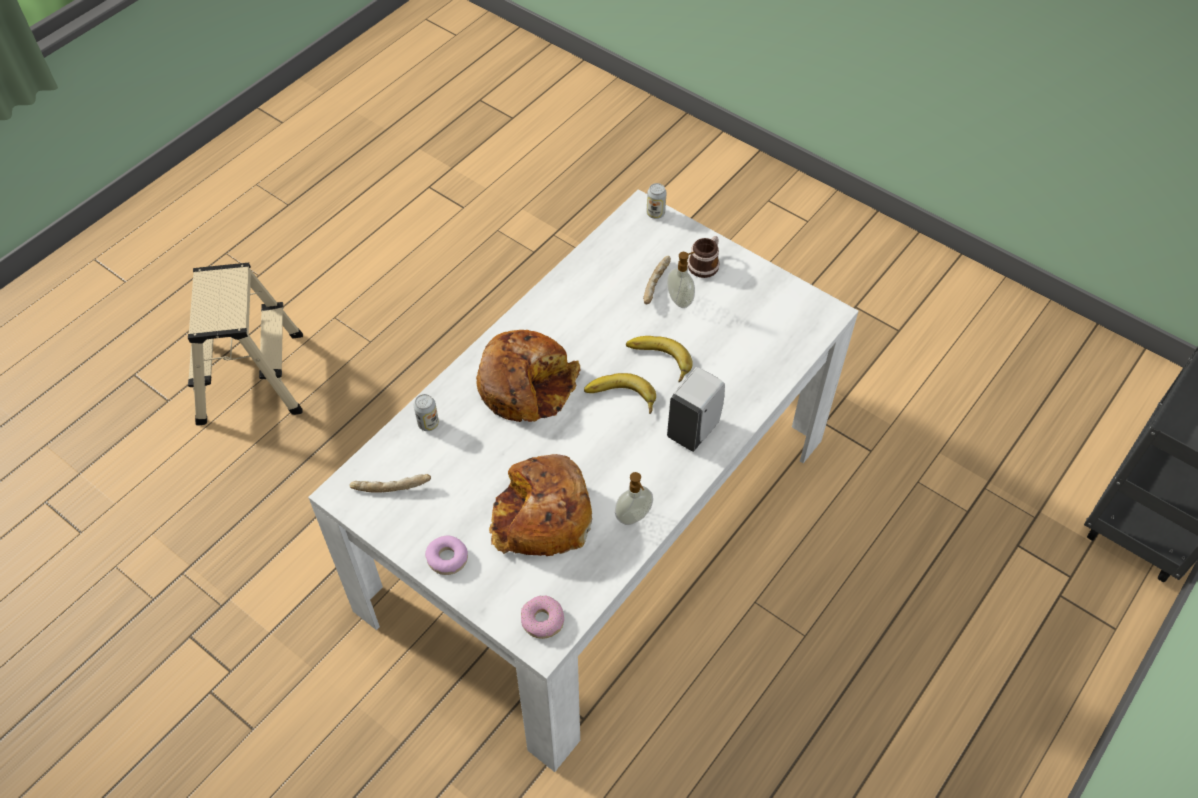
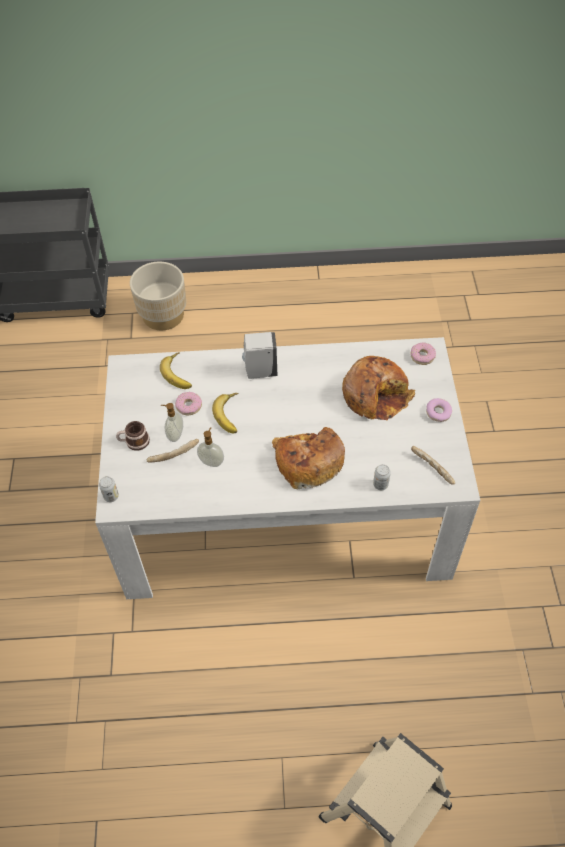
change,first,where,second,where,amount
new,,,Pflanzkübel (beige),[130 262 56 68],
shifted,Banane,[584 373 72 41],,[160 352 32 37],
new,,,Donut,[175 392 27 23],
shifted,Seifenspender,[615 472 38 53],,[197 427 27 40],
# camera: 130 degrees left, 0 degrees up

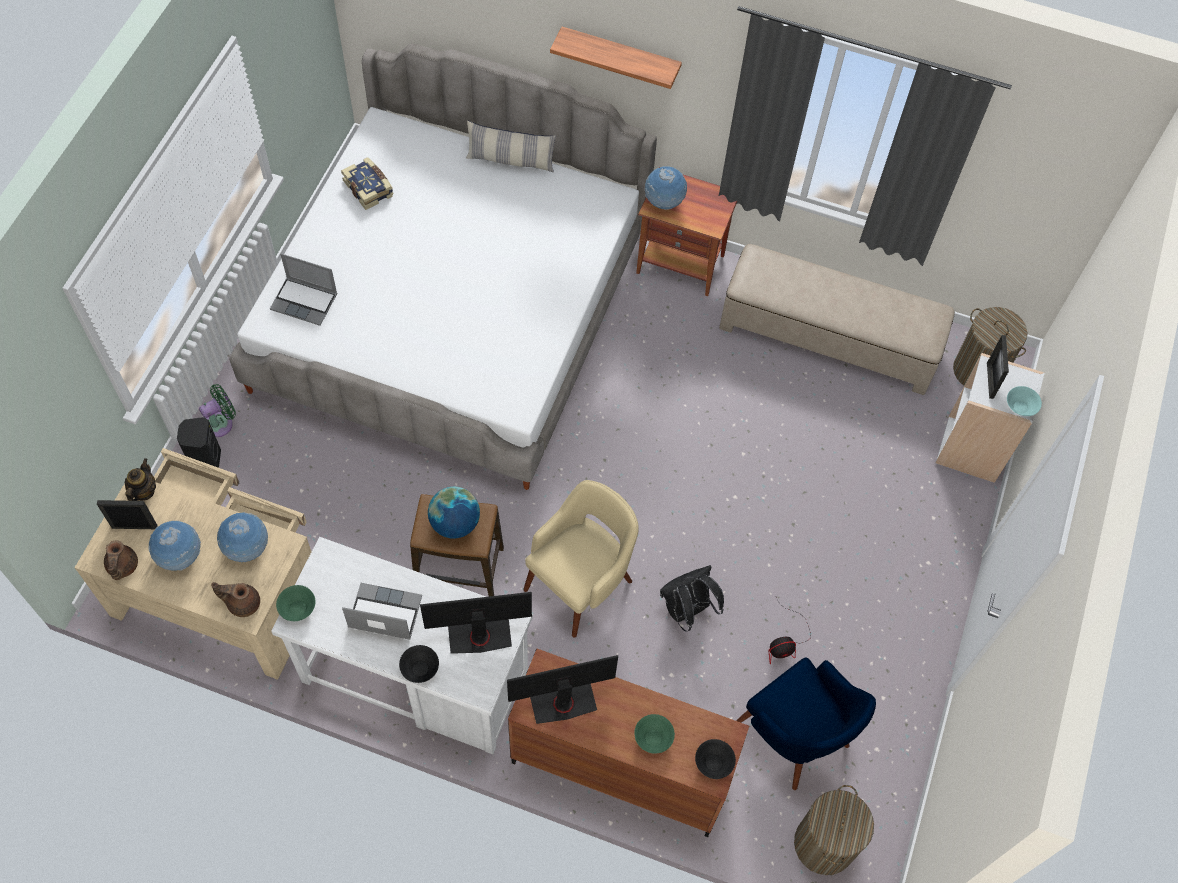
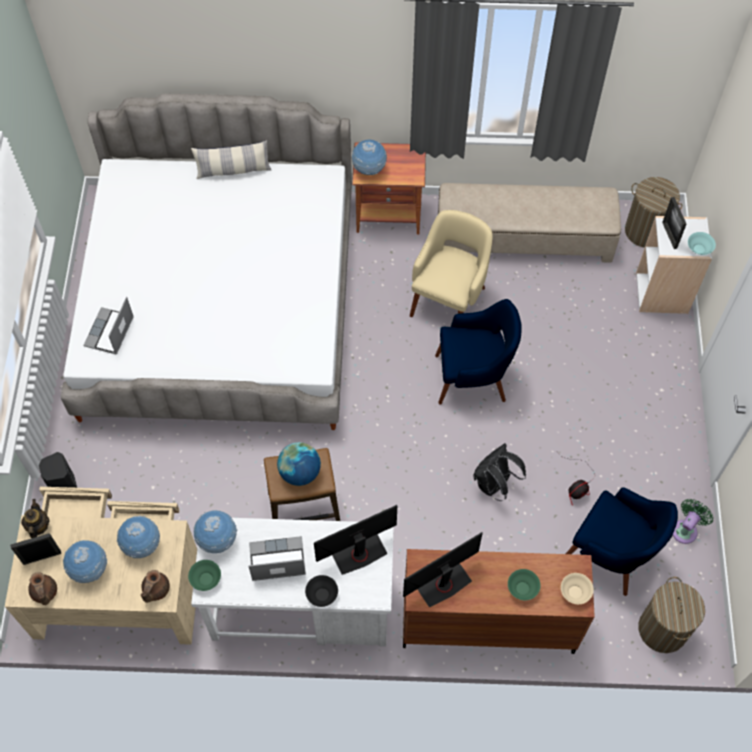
change,first,where,second,where,amount
rotated,Laptop,[270 253 67 73],,[83 297 51 58],105 degrees clockwise
rotated,Teekanne (braun),[211 582 49 35],,[141 570 29 33],60 degrees counterclockwise
new,,,Globus,[194 510 44 43],
shifted,Sessel (beige),[523 480 116 157],,[410 210 83 107],
new,,,Sessel (blau),[435 299 87 106],
repainted,Schüssel (schwarz),[695 739 41 40],Schüssel (beige),[561 573 33 31],
shifted,Ventilator (grün),[199 384 37 53],,[673 499 40 45],
gone,Buch,[341 157 53 53],,,
gone,Wandregal,[550 27 132 62],,,
# camera: 15 degrees left, 0 degrees up

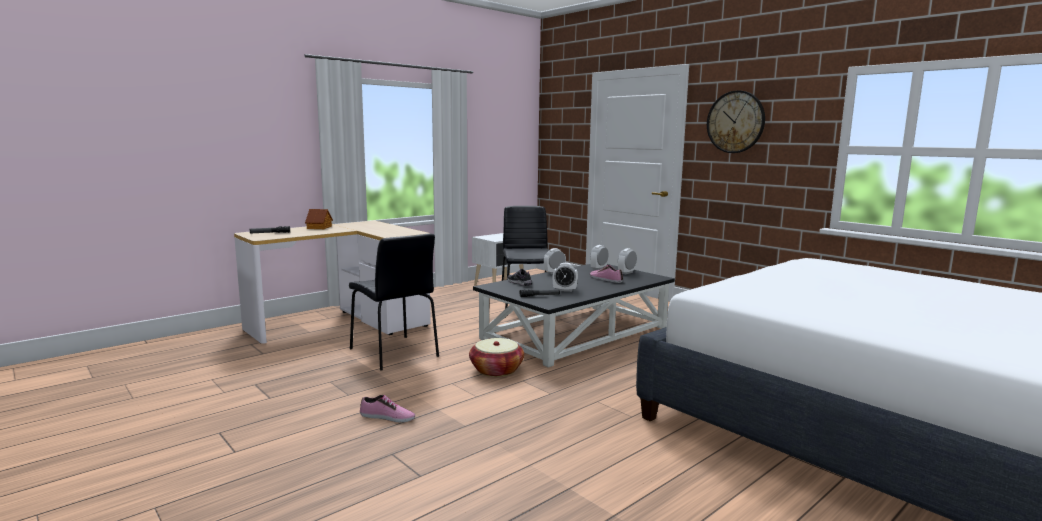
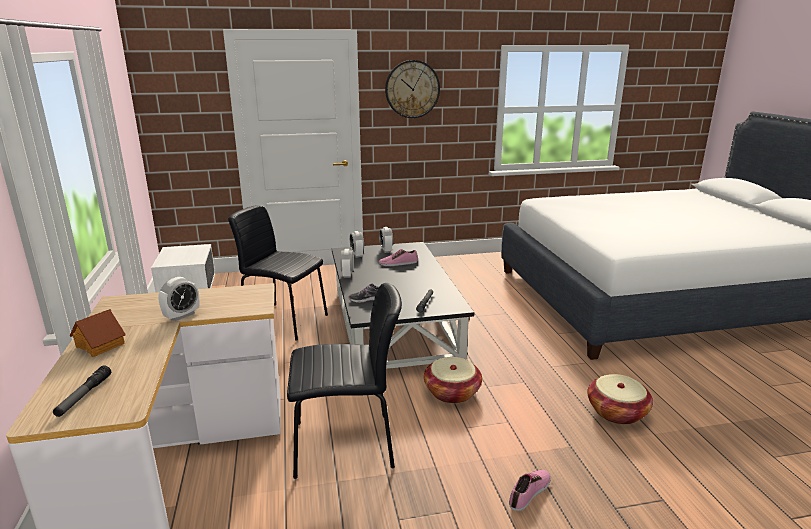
change,first,where,second,where,amount
shifted,Wecker,[553 263 25 29],,[158 277 41 44],
new,,,Korb,[587 374 66 51],
# camera: 60 degrees left, 10 degrees up

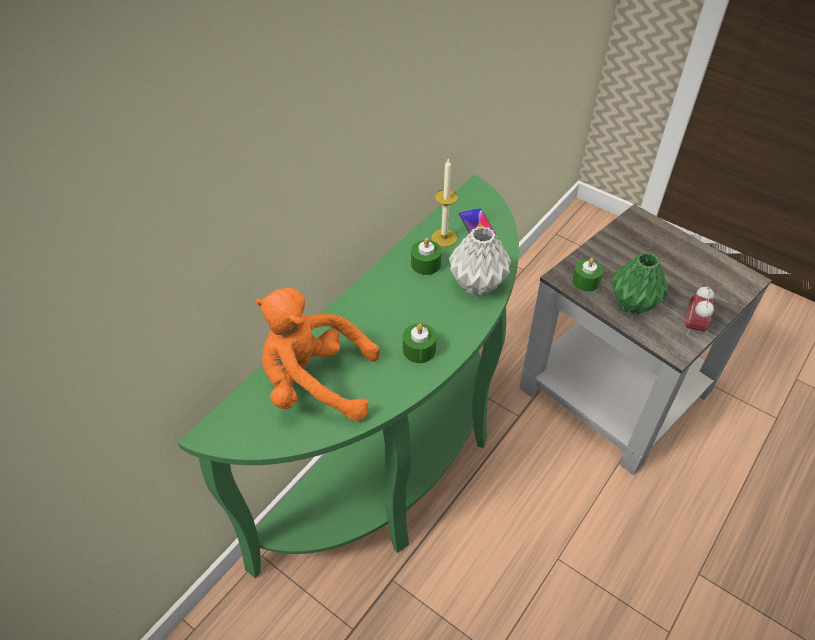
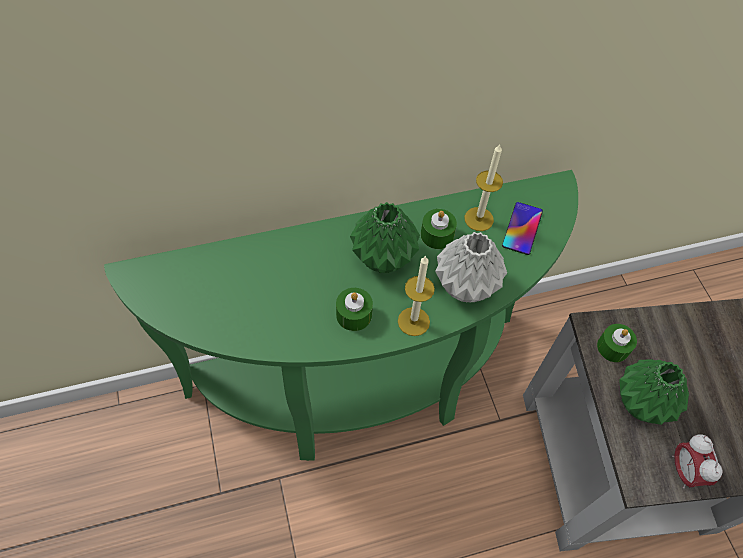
change,first,where,second,where,amount
new,,,Vase (grün),[350 202 70 71],
new,,,Kerze,[398 256 37 80],
rotated,Wecker,[685 286 29 49],,[672 434 50 55],60 degrees counterclockwise
gone,Plüschtier (orange),[255 287 125 134],,,
# camera: 35 degrees right, 10 degrees up

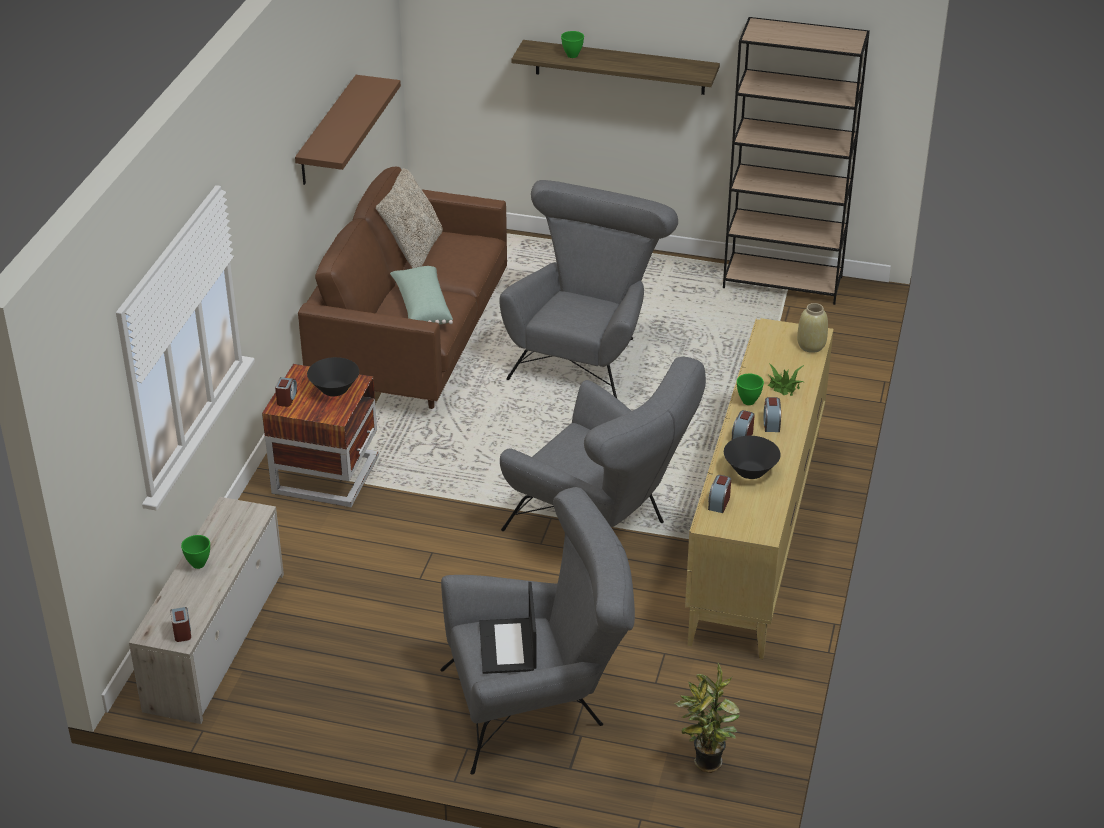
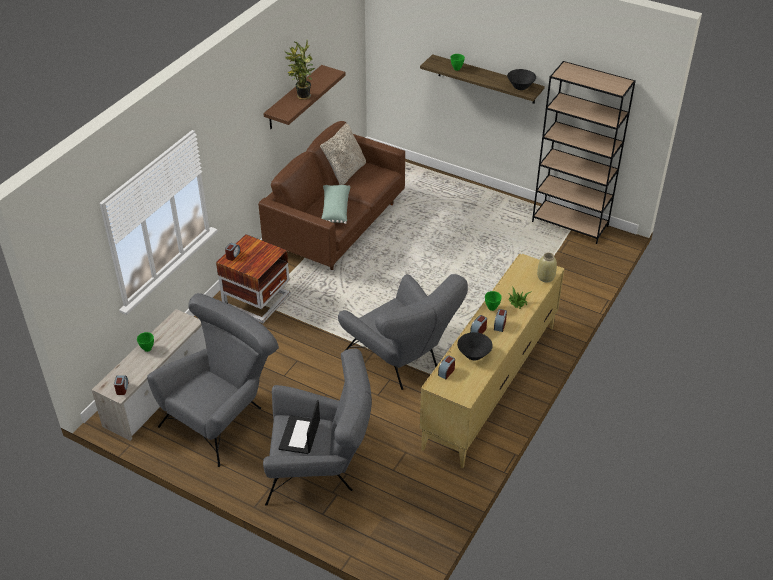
change,first,where,second,where,amount
shifted,Sessel (grau),[499 180 179 218],,[147 293 132 174],
shifted,Topfpflanze,[675 663 65 110],,[285 41 30 59],
shifted,Schüssel (schwarz),[307 357 52 39],,[507 69 29 21],
# camera: 15 degrees right, 5 degrees up

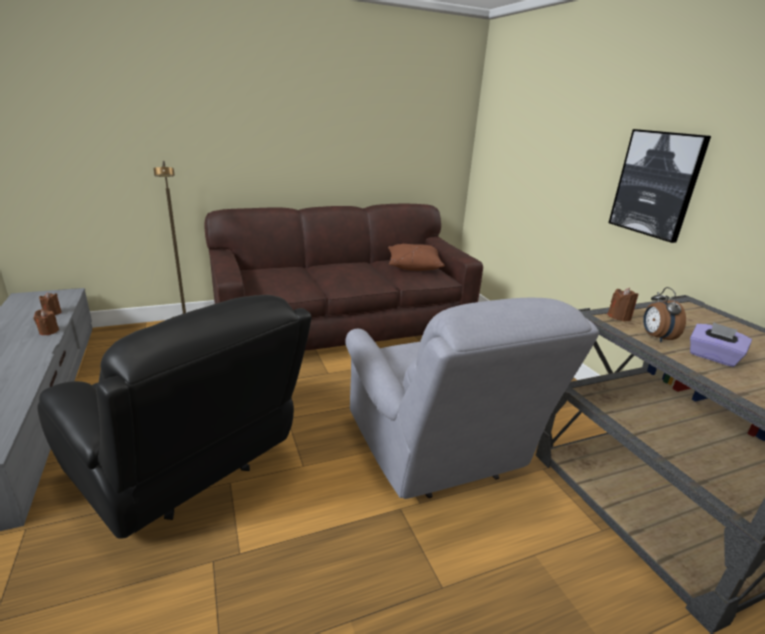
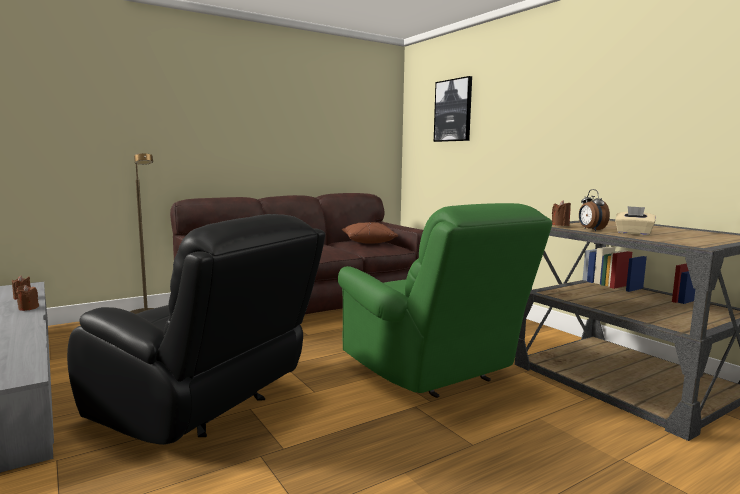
change,first,where,second,where,amount
repainted,Sessel (grau),[345 298 254 201],Sessel (grün),[338 203 214 195],
shifted,Bild,[609 129 102 114],,[434 76 38 66],
repainted,Taschentuchbox (lila),[690 322 62 45],Taschentuchbox (beige),[615 206 41 29],
# camera: 10 degrees left, 15 degrees down

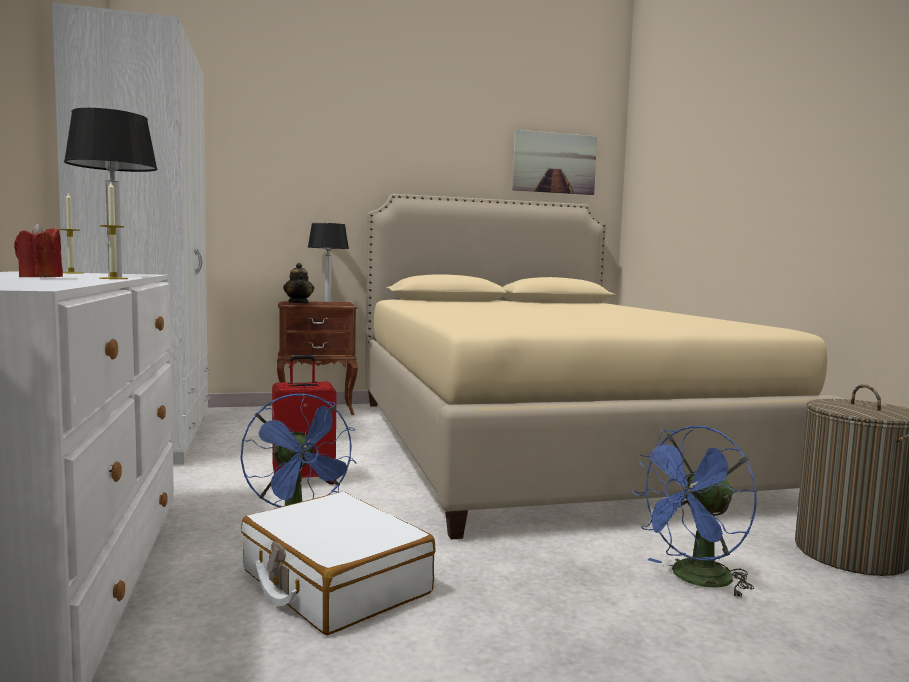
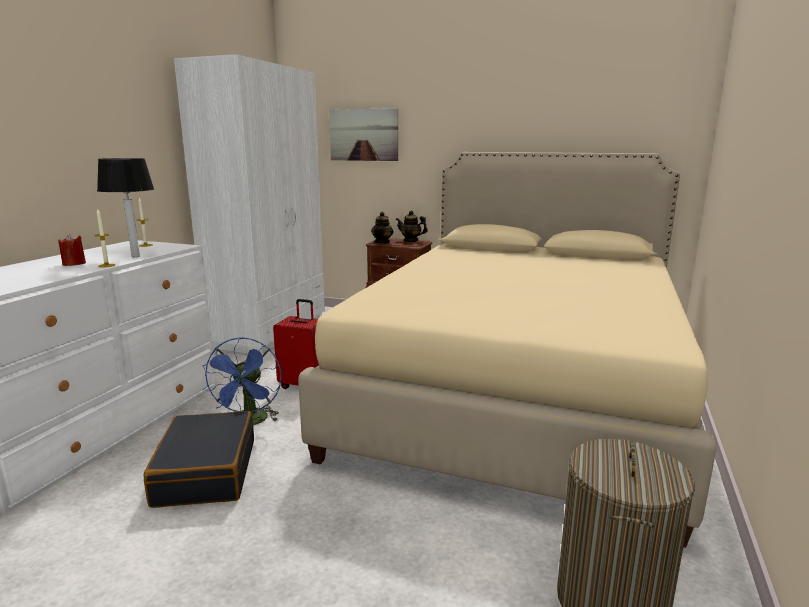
change,first,where,second,where,amount
repainted,Koffer (weiß),[241 491 195 144],Koffer (schwarz),[144 411 110 97],
shifted,Bild,[512 130 85 65],,[329 108 69 53],
swapped,Tischlampe,[307 223 42 79],Teekanne,[396 210 32 32],
gone,Ventilator (blau),[631 426 126 173],,,
# camera: 35 degrees right, 10 degrees up

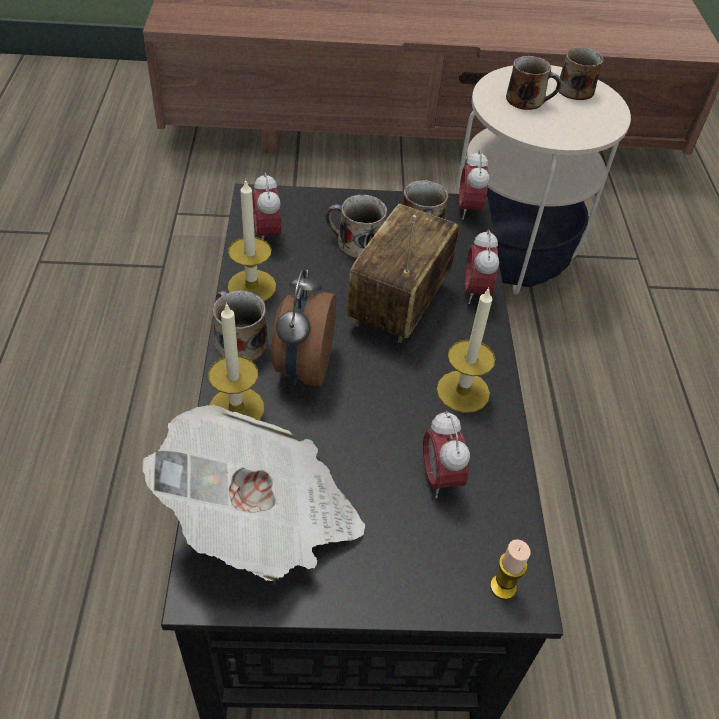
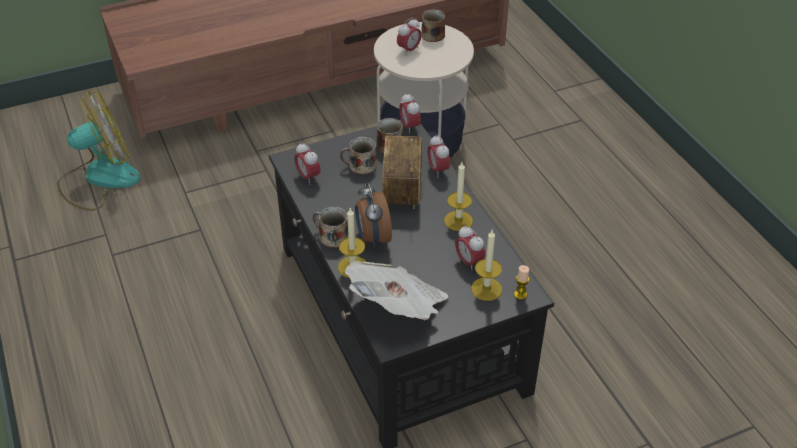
change,first,where,second,where,amount
new,,,Ventilator,[58 91 83 120],
swapped,Henkelbecher,[506 56 55 54],Wecker,[397 17 25 39],
shifted,Kerze,[228 179 48 123],,[471 230 31 71],
# camera: 20 degrees left, 5 degrees down

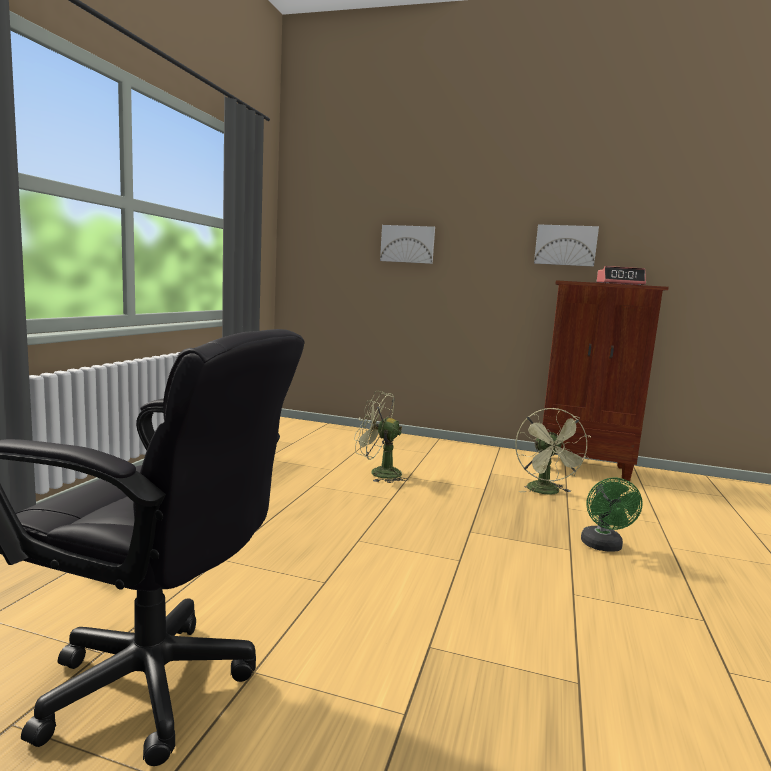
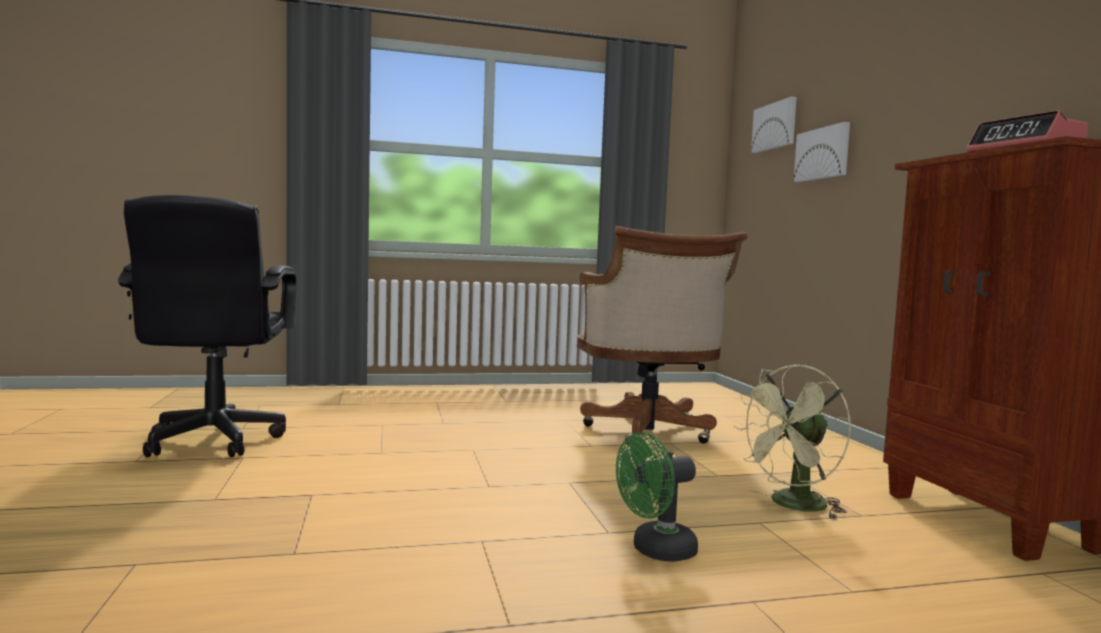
change,first,where,second,where,amount
swapped,Ventilator (grün),[354 391 53 92],Bürostuhl,[577 226 171 220],
shifted,Bild,[534 224 65 43],,[751 97 46 56],
# camera: 60 degrees right, 5 degrees down

